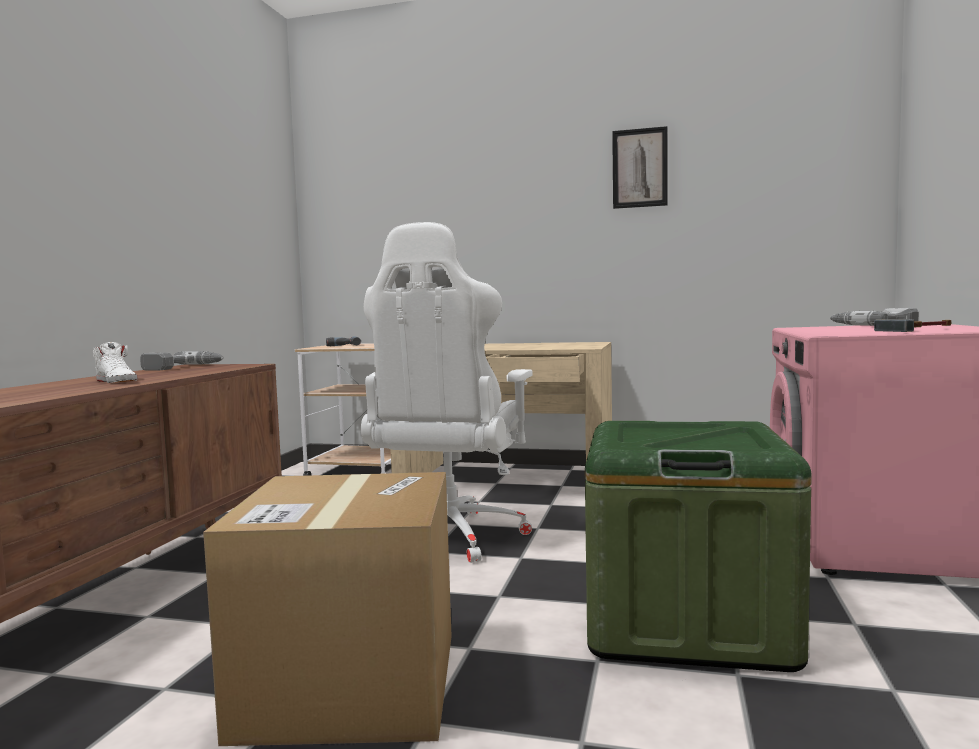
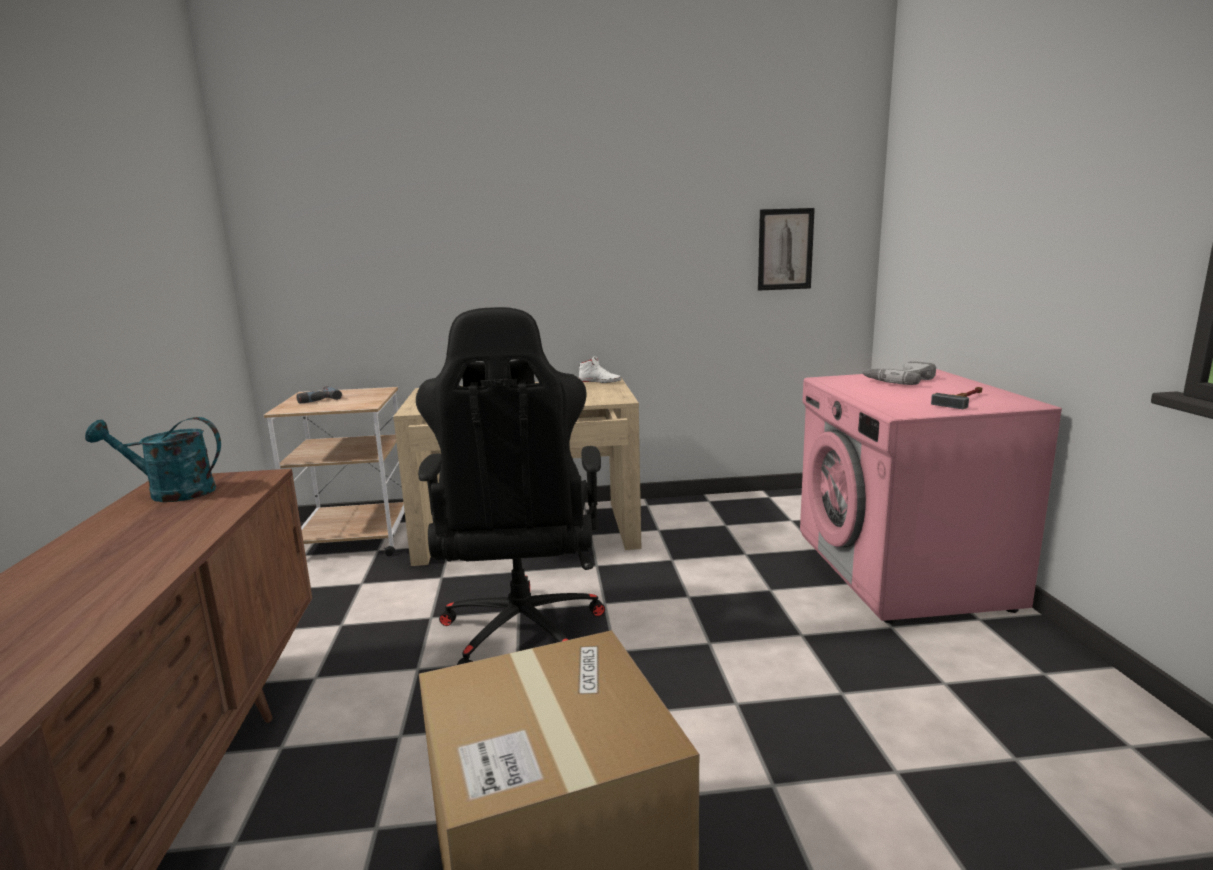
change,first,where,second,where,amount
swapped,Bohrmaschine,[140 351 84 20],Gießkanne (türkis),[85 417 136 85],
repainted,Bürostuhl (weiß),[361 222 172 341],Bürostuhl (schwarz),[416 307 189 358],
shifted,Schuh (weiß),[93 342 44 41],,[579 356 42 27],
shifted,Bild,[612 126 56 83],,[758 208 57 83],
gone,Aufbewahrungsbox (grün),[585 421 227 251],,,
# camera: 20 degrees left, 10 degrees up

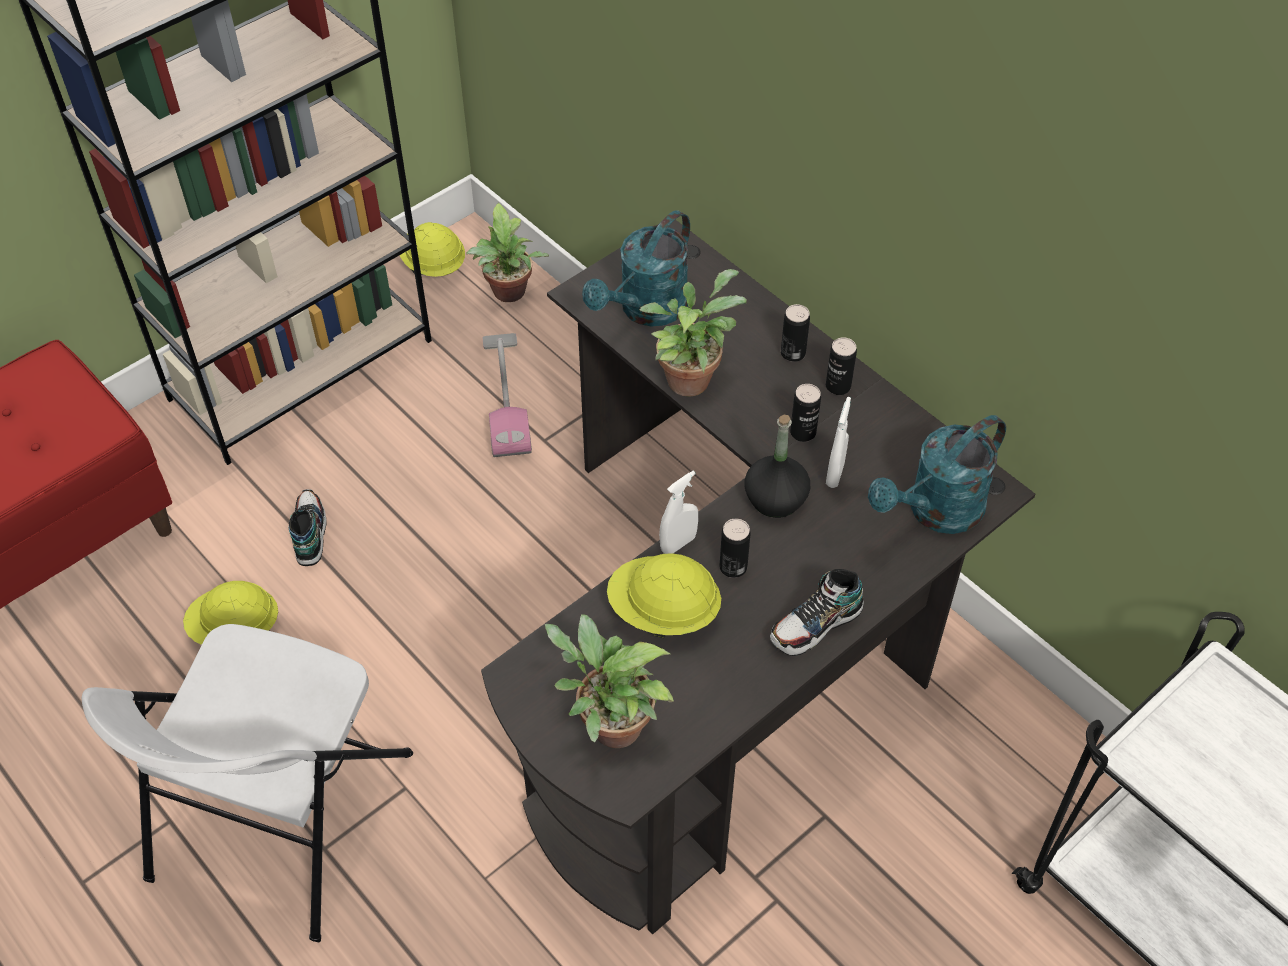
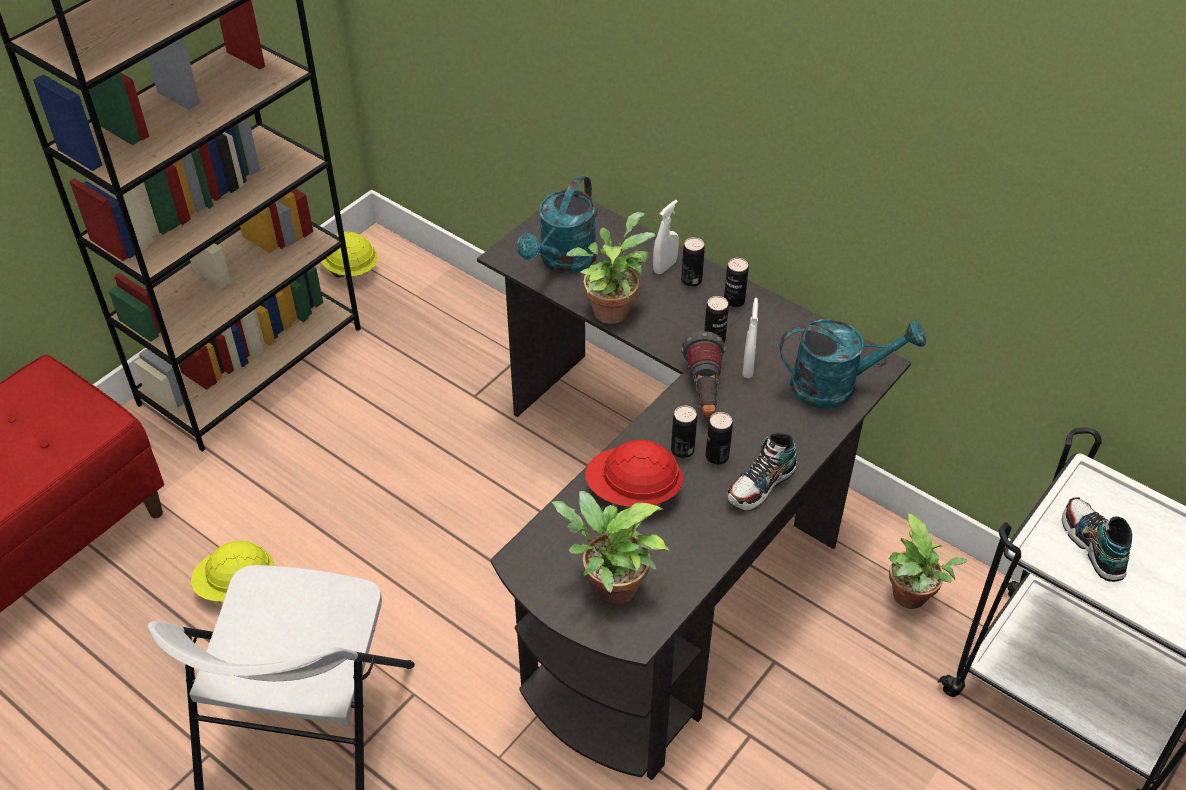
change,first,where,second,where,amount
repainted,Schutzhelm (gelb),[607 553 114 85],Schutzhelm (rot),[585 440 98 67],
shifted,Sprühflasche (weiß),[659 471 39 83],,[653 200 26 74],
swapped,Flasche (schwarz),[745 415 65 103],Taschenlampe,[681 331 44 86],
new,,,Dose,[706 412 27 53],
rotated,Gießkanne (türkis),[868 415 138 119],,[780 319 146 90],135 degrees counterclockwise
shifted,Topfpflanze,[466 203 83 99],,[889 513 78 96],
shifted,Schuh,[289 489 38 77],,[1062 497 71 85],
gone,Staubsauger,[483 333 49 124],,,
# camera: 10 degrees left, 5 degrees down

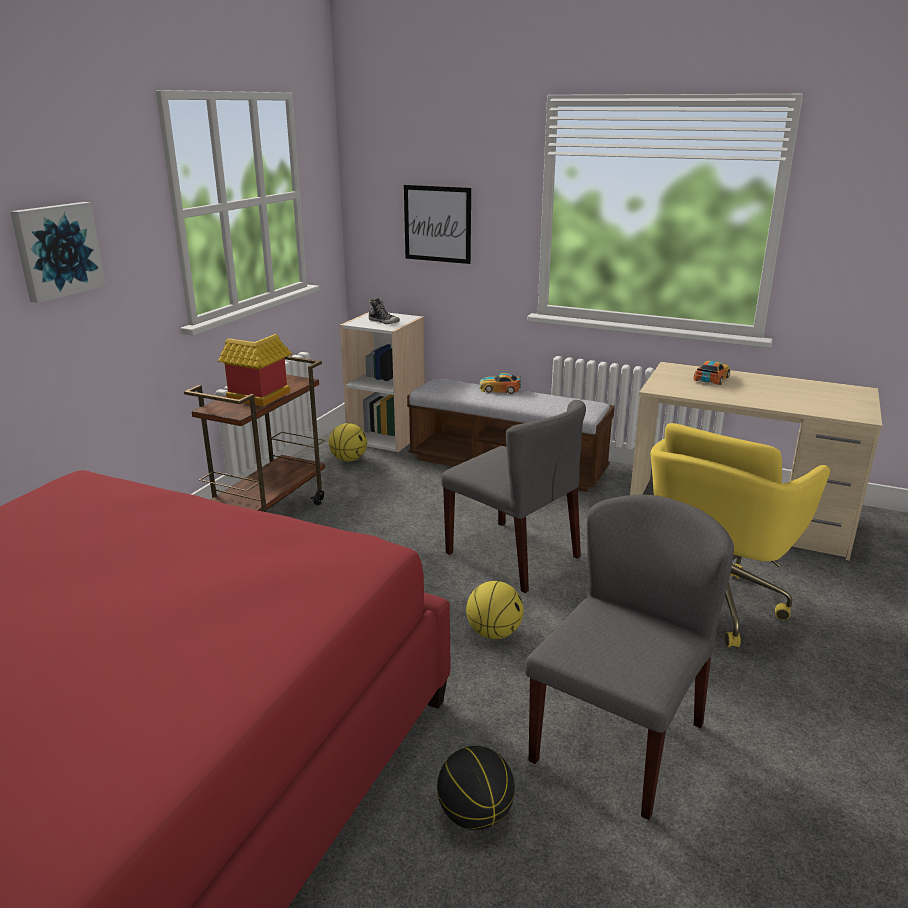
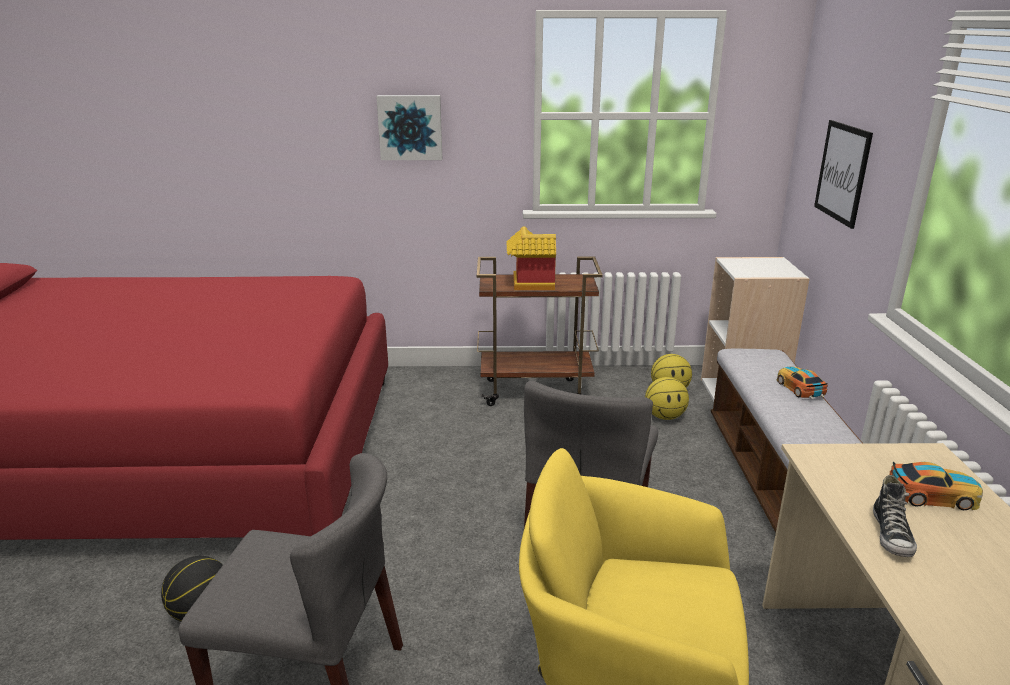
change,first,where,second,where,amount
shifted,Basketball,[466 581 58 58],,[645 377 44 43],
shifted,Schuh,[368 298 32 26],,[873 475 44 82],
# camera: 65 degrees right, 0 degrees up

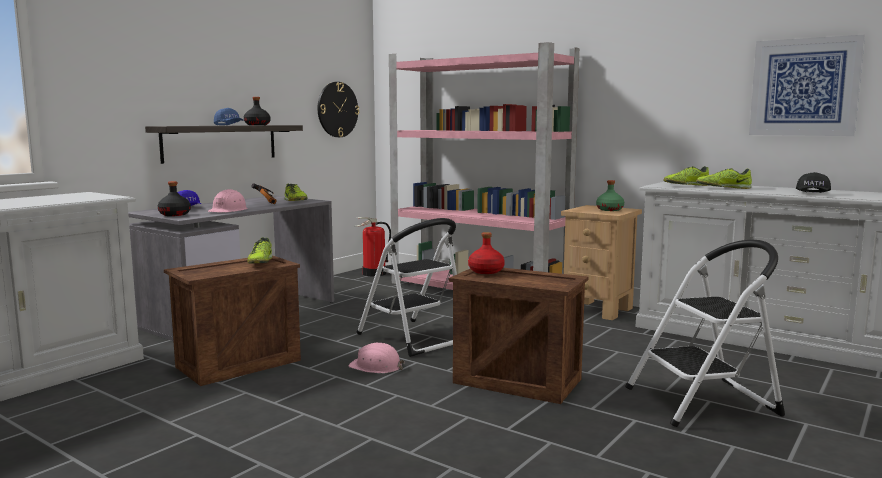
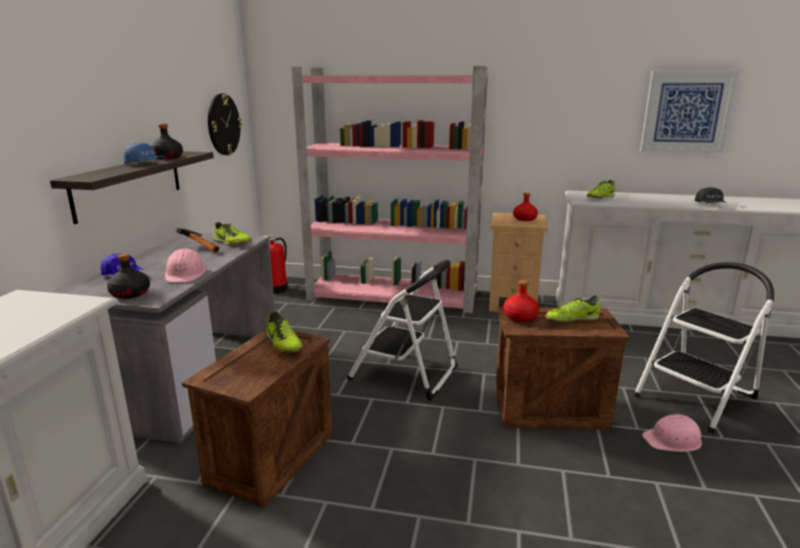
change,first,where,second,where,amount
repainted,Flasche (grün),[596 180 28 31],Flasche (rot),[513 193 25 28],
shifted,Schuh,[696 168 56 21],,[545 295 55 28],
shifted,Schutzhelm (rosa),[348 343 57 30],,[642 414 60 38],
# camera: 25 degrees left, 10 degrees up

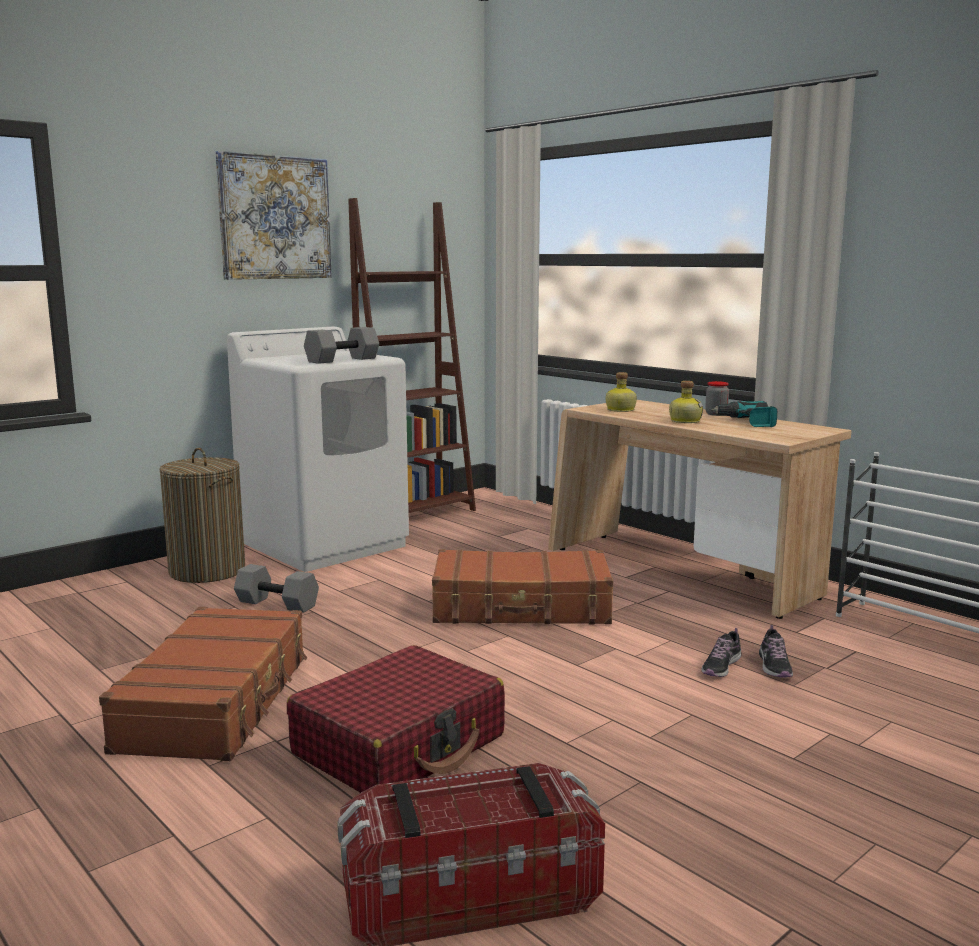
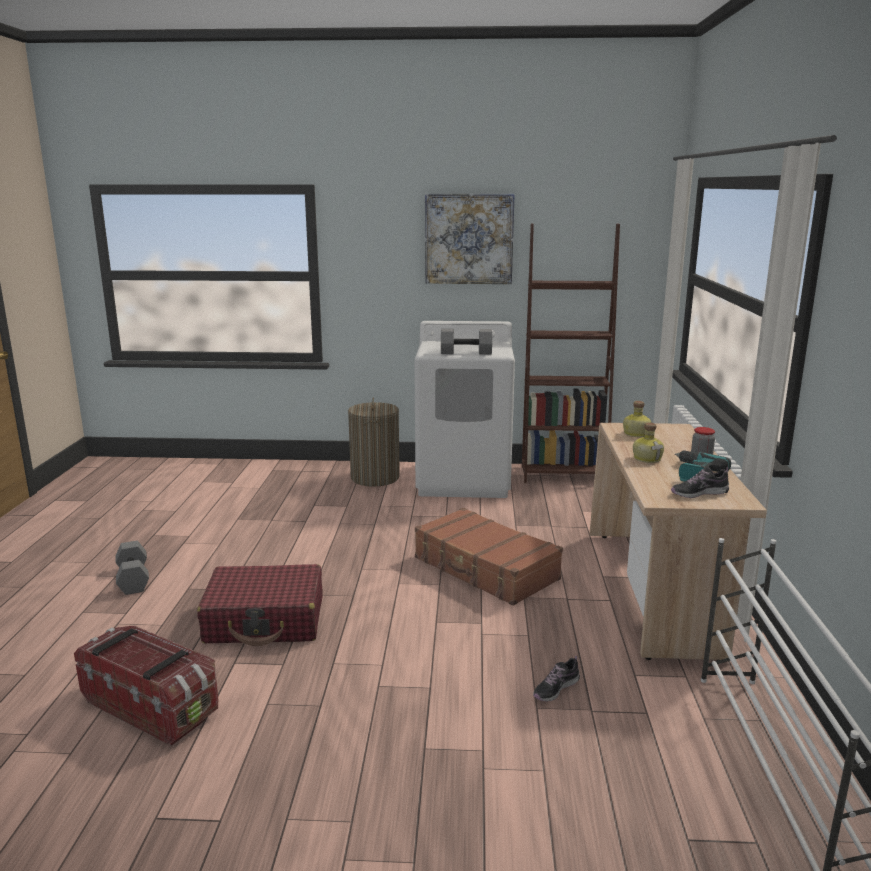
change,first,where,second,where,amount
shifted,Hantel (grau),[234 564 85 49],,[115 541 34 54],
shifted,Schuh,[701 628 40 49],,[671 467 58 31],
gone,Koffer (braun),[99 607 209 154],,,
# camera: 45 degrees right, 5 degrees up

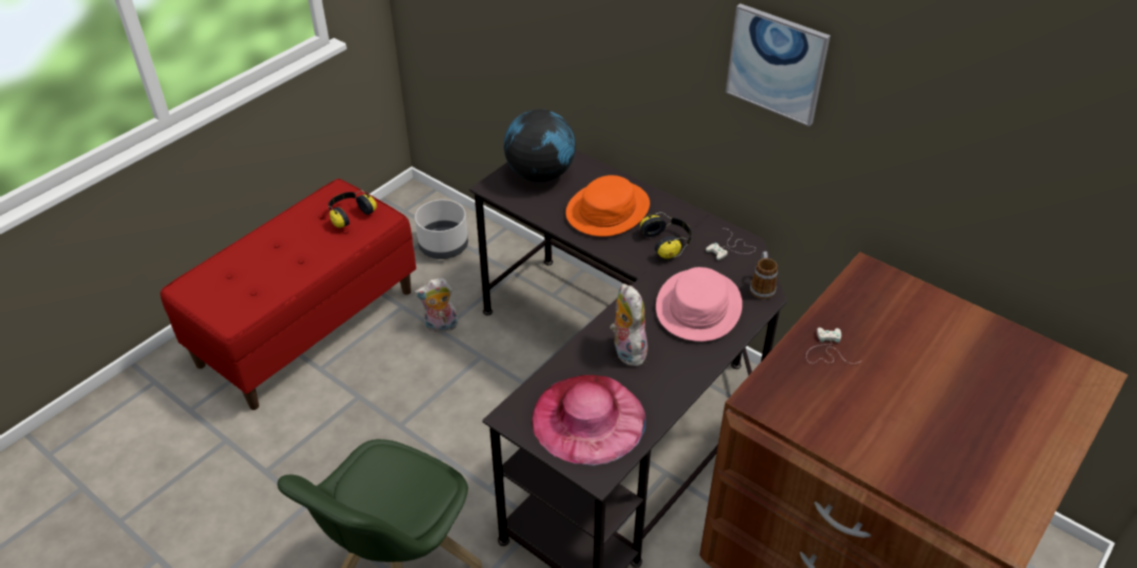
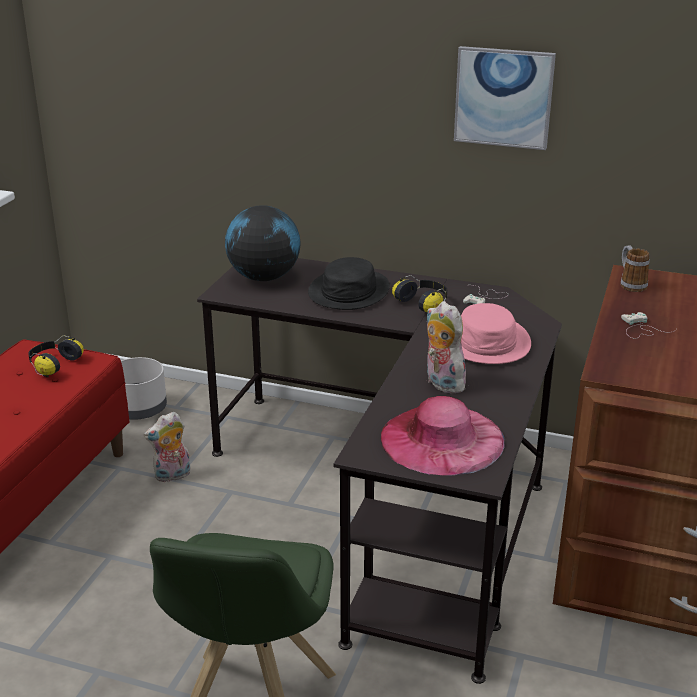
change,first,where,second,where,amount
repainted,Hut (orange),[566 175 84 62],Hut (schwarz),[308 257 82 53],
shifted,Henkelbecher,[750 251 28 48],,[621 245 29 47],
# camera: 20 degrees left, 15 degrees down

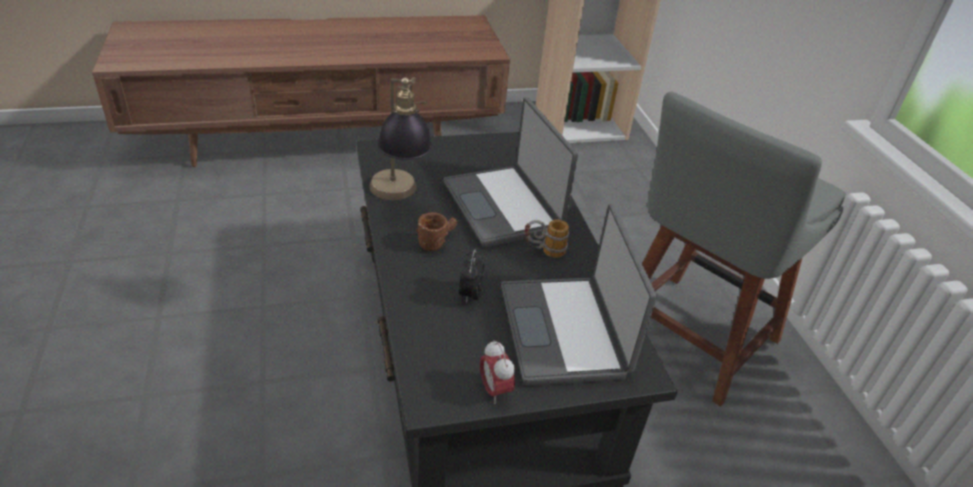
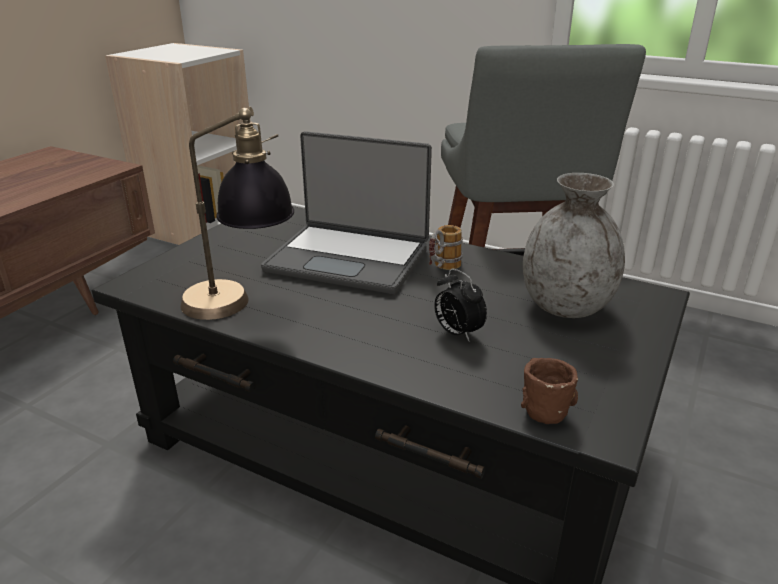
change,first,where,second,where,amount
shifted,Henkelbecher (braun),[416 212 42 39],,[521 358 57 66],
swapped,Laptop,[501 204 156 182],Vase (grau),[523 173 102 145],
gone,Wecker,[480 340 35 64],,,
# camera: 45 degrees left, 10 degrees down

